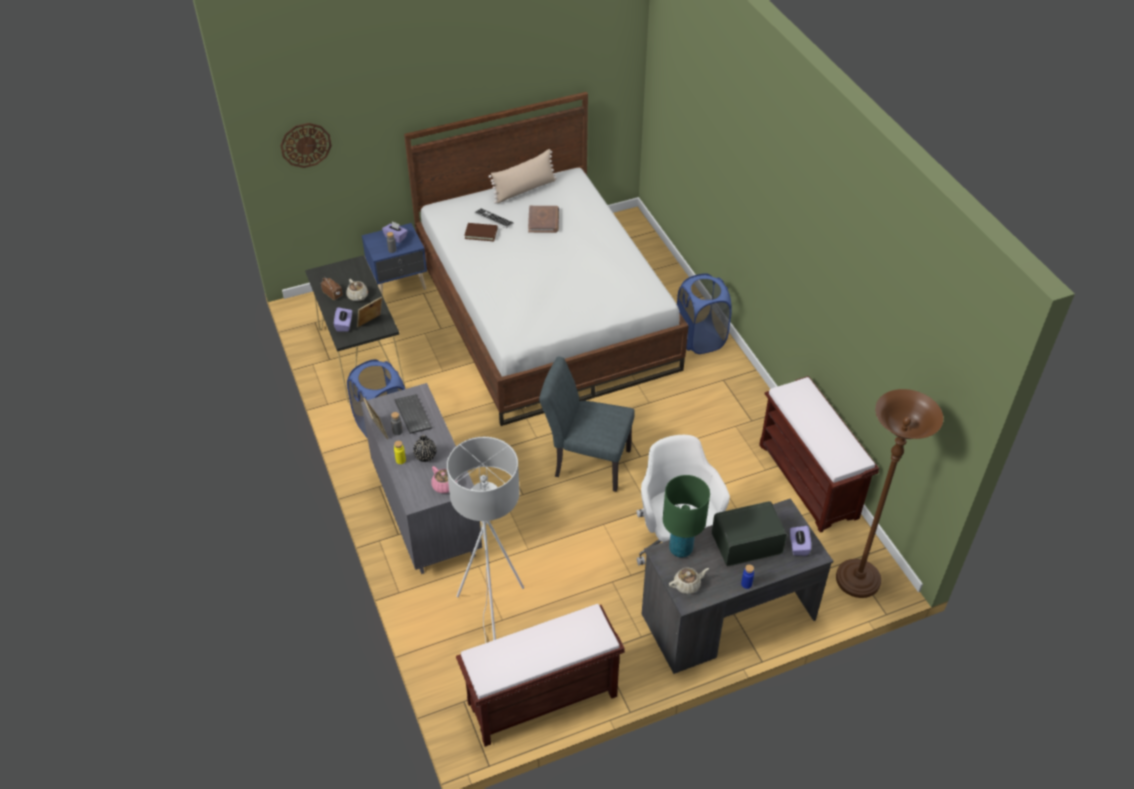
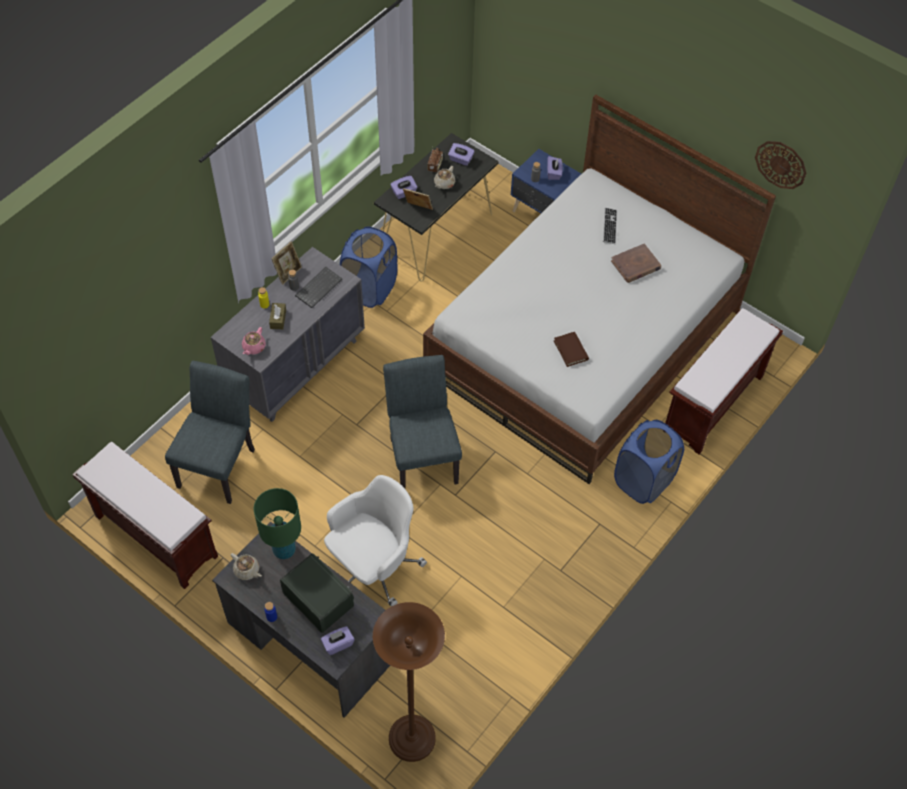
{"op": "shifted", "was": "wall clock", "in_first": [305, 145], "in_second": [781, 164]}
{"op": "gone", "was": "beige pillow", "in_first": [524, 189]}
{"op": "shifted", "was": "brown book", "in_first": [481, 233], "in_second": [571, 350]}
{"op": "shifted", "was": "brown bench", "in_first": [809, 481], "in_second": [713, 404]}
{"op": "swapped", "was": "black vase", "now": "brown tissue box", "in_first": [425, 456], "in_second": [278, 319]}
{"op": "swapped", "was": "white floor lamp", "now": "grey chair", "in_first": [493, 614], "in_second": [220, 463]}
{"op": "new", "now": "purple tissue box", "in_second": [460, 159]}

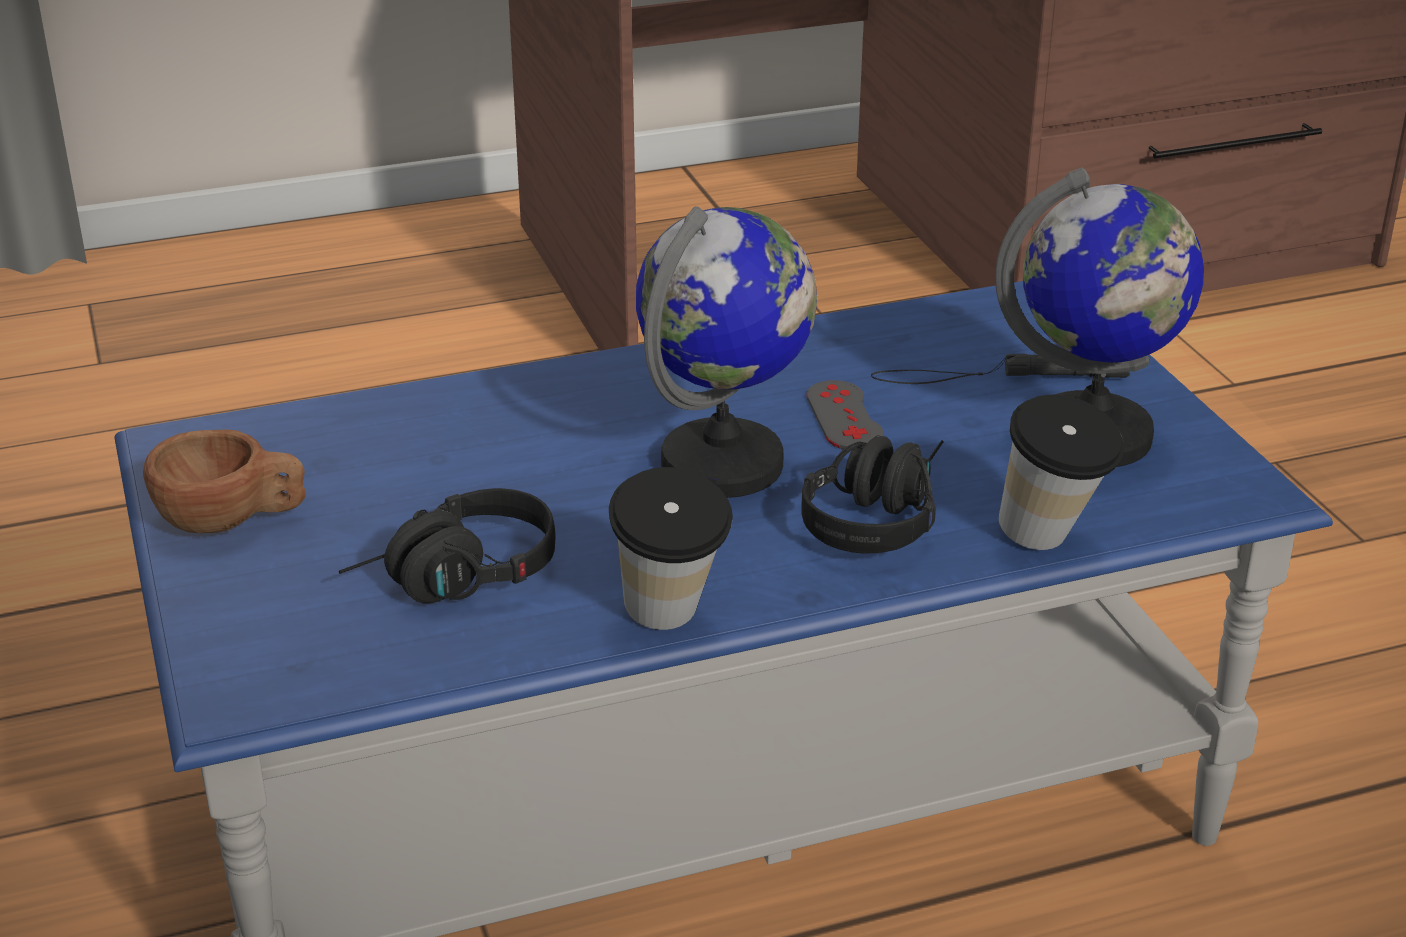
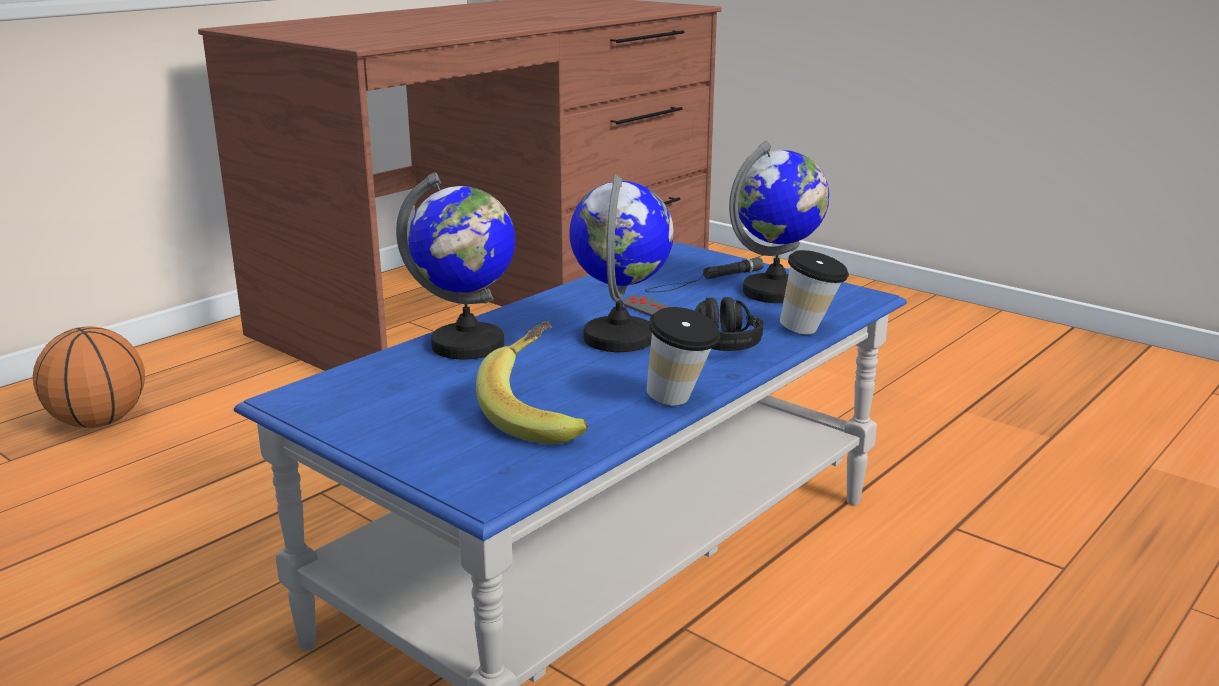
{"op": "gone", "was": "brown cup", "in_first": [232, 521]}
{"op": "swapped", "was": "black headphones", "now": "banana", "in_first": [454, 581], "in_second": [543, 414]}
{"op": "new", "now": "globe", "in_second": [468, 345]}
{"op": "new", "now": "basketball", "in_second": [98, 422]}

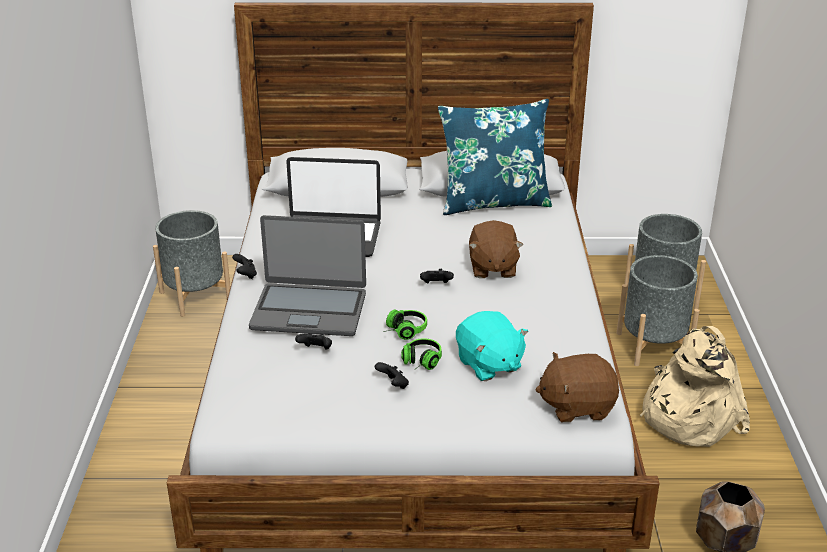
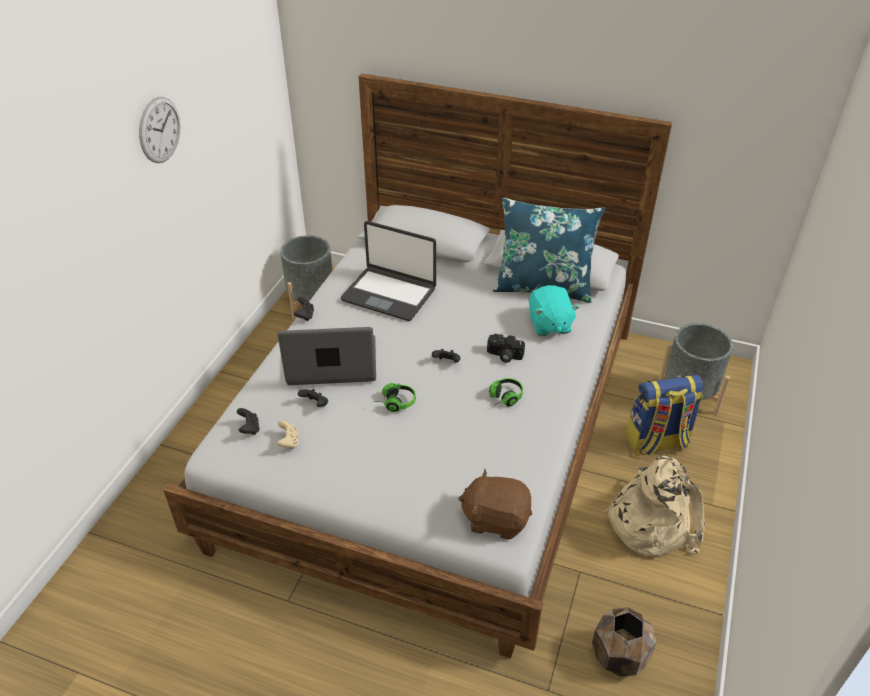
{"op": "rotated", "was": "laptop", "in_first": [309, 310], "in_second": [332, 363], "clockwise": 150}
{"op": "swapped", "was": "brown plush toy", "now": "photo camera", "in_first": [492, 268], "in_second": [504, 356]}
{"op": "swapped", "was": "grey planter", "now": "backpack", "in_first": [653, 346], "in_second": [656, 442]}
{"op": "shifted", "was": "turquoise plush toy", "in_first": [488, 364], "in_second": [549, 324]}
{"op": "shifted", "was": "headphones", "in_first": [420, 363], "in_second": [503, 398]}
{"op": "shifted", "was": "black game controller", "in_first": [393, 385], "in_second": [249, 429]}
{"op": "new", "now": "wall clock", "in_second": [160, 130]}
{"op": "new", "now": "beige game controller", "in_second": [289, 442]}

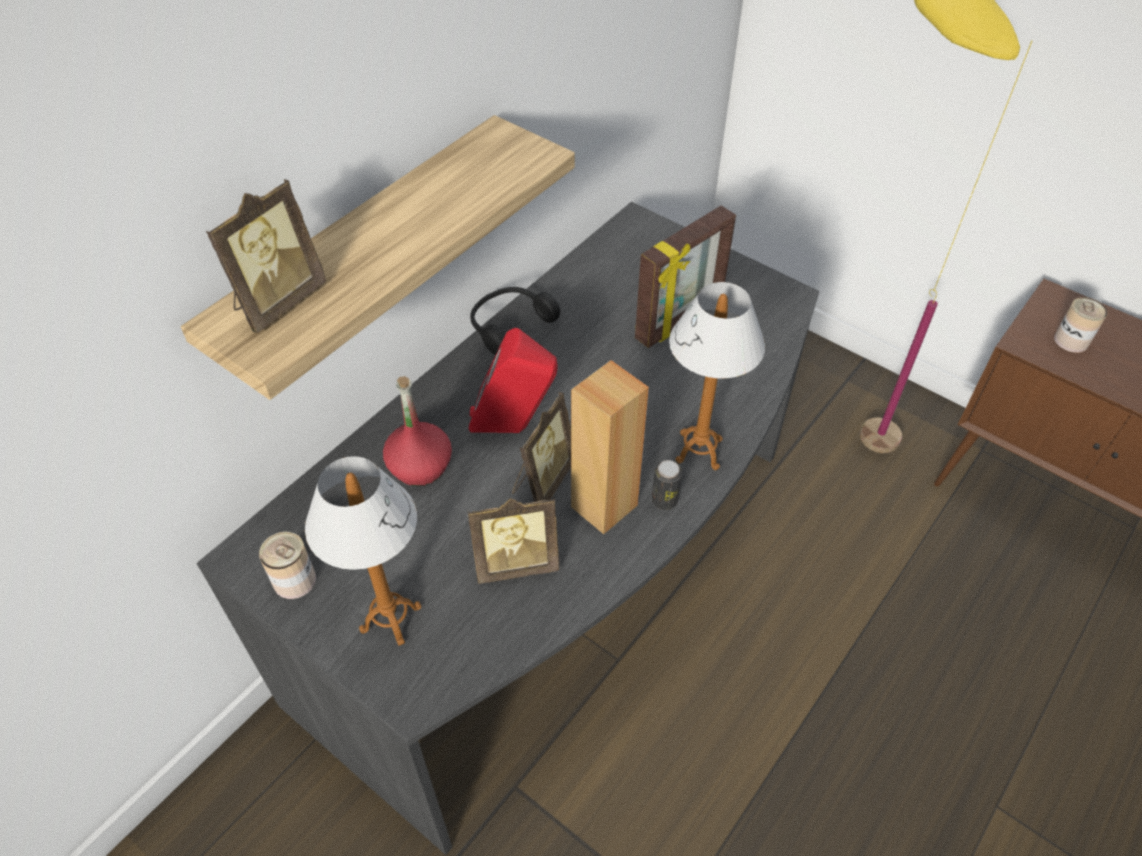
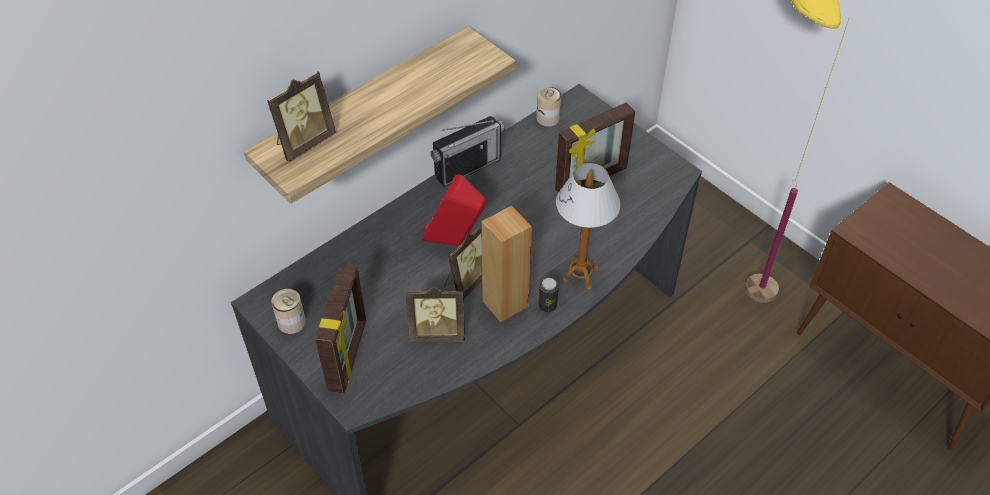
{"op": "swapped", "was": "black headphones", "now": "radio", "in_first": [509, 325], "in_second": [467, 168]}
{"op": "shifted", "was": "can", "in_first": [1071, 340], "in_second": [548, 118]}
{"op": "gone", "was": "red bottle", "in_first": [420, 466]}
{"op": "swapped", "was": "table lamp", "now": "picture frame", "in_first": [390, 618], "in_second": [349, 355]}

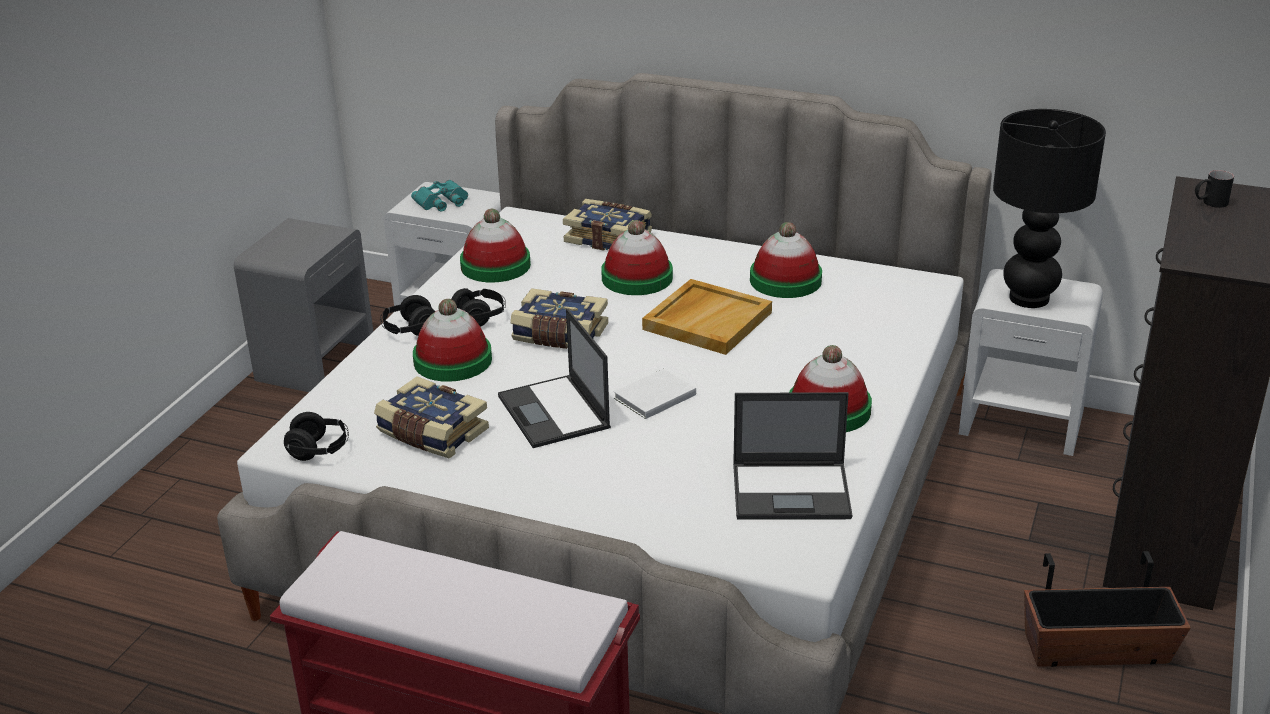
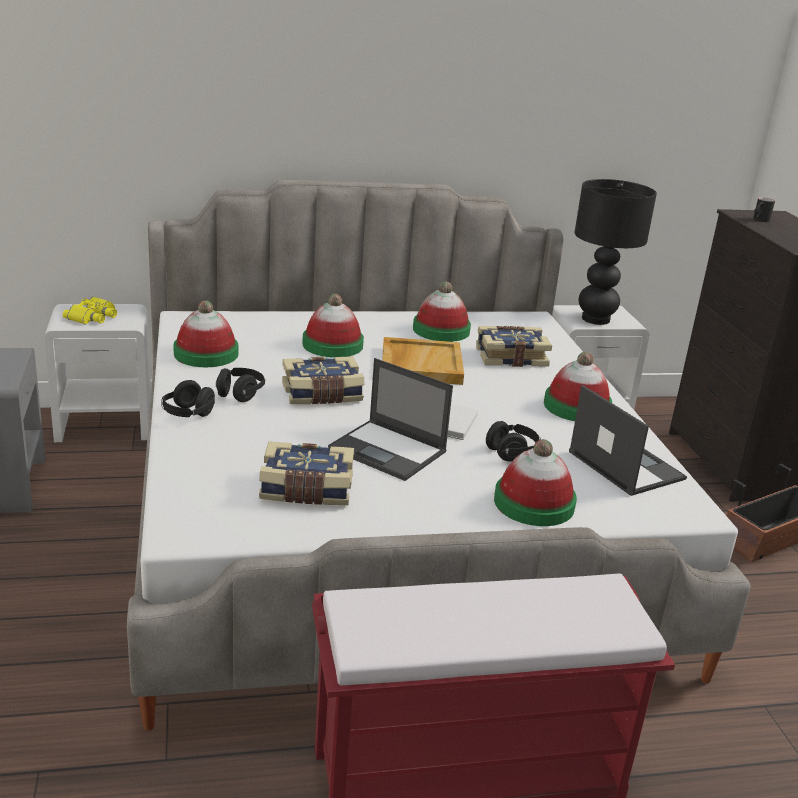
{"op": "repainted", "was": "turquoise binoculars", "now": "yellow binoculars", "in_first": [442, 202], "in_second": [93, 316]}
{"op": "shifted", "was": "book", "in_first": [609, 238], "in_second": [510, 357]}
{"op": "shifted", "was": "hat", "in_first": [453, 360], "in_second": [534, 503]}
{"op": "rotated", "was": "laptop", "in_first": [792, 491], "in_second": [624, 465], "clockwise": -90}
{"op": "shifted", "was": "black headphones", "in_first": [319, 451], "in_second": [512, 452]}

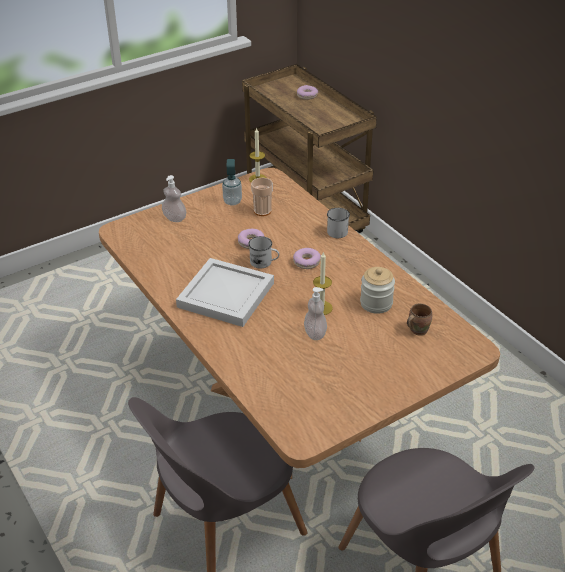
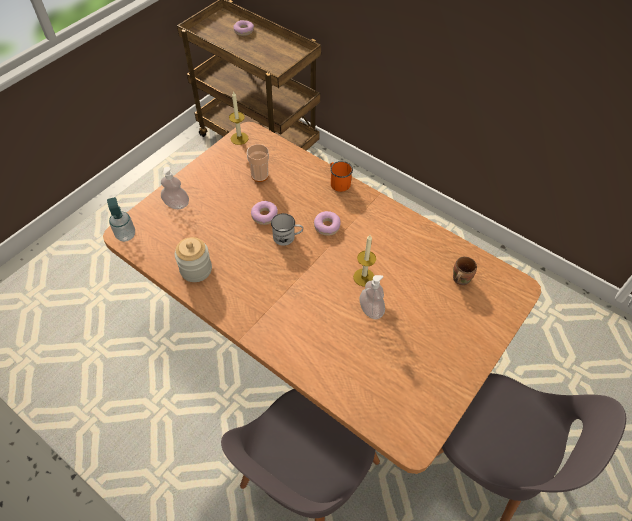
{"op": "shifted", "was": "soap dispenser", "in_first": [232, 201], "in_second": [126, 235]}
{"op": "repainted", "was": "white mug", "now": "orange mug", "in_first": [336, 230], "in_second": [338, 182]}
{"op": "gone", "was": "white tray", "in_first": [225, 294]}
{"op": "shifted", "was": "jar", "in_first": [376, 303], "in_second": [196, 269]}

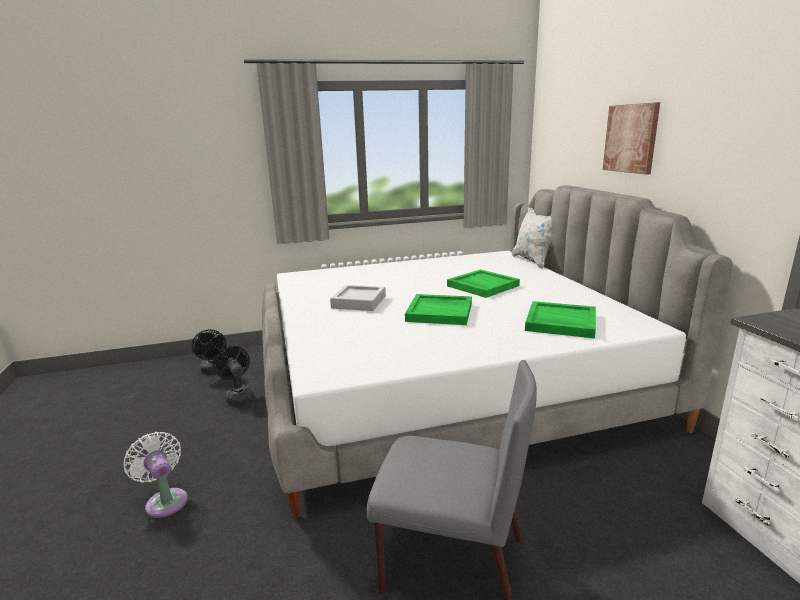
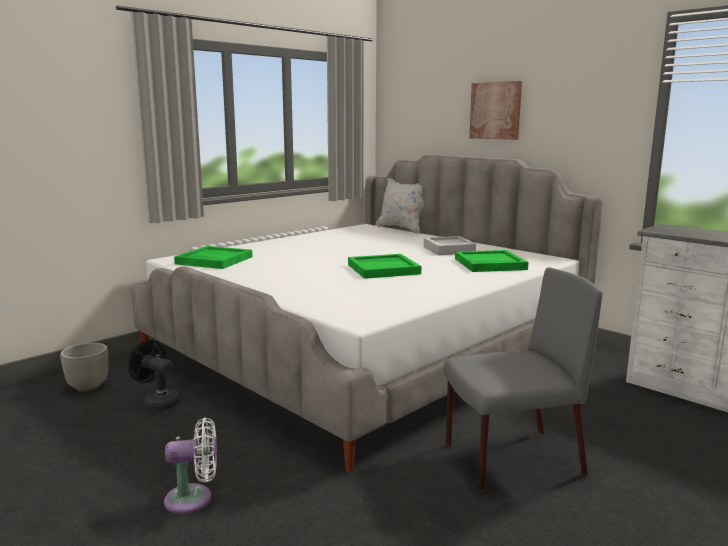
{"op": "shifted", "was": "green tray", "in_first": [482, 286], "in_second": [213, 260]}
{"op": "shifted", "was": "grey tray", "in_first": [359, 302], "in_second": [449, 250]}
{"op": "swapped", "was": "black fan", "now": "grey planter", "in_first": [213, 370], "in_second": [88, 387]}
{"op": "rotated", "was": "white fan", "in_first": [165, 500], "in_second": [194, 499], "clockwise": 150}

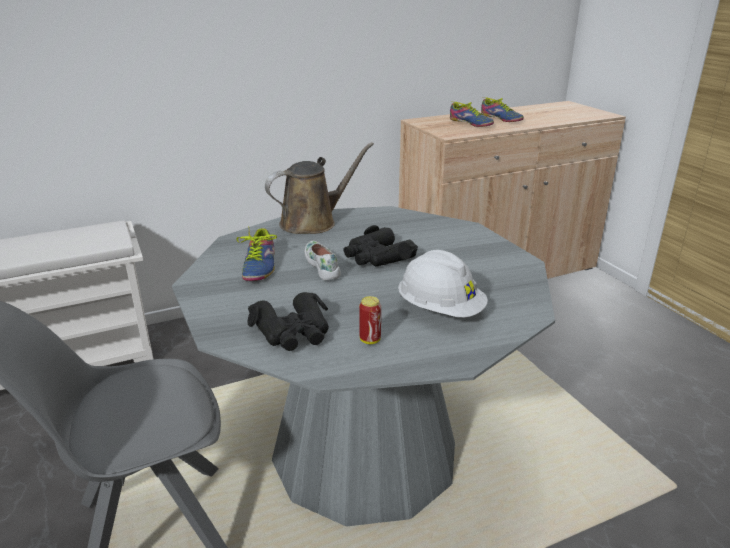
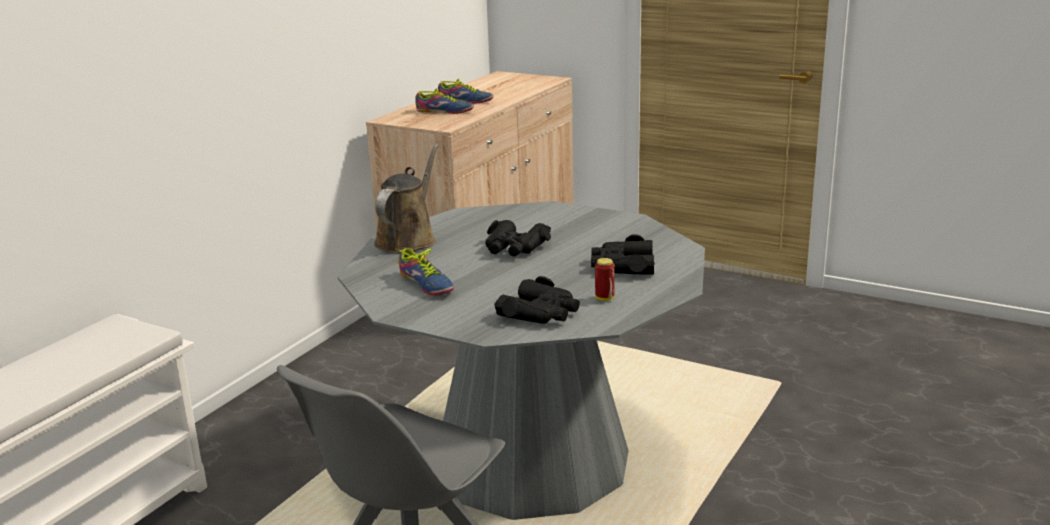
{"op": "gone", "was": "white shoe", "in_first": [323, 265]}
{"op": "swapped", "was": "white hard hat", "now": "black binoculars", "in_first": [440, 310], "in_second": [623, 266]}

